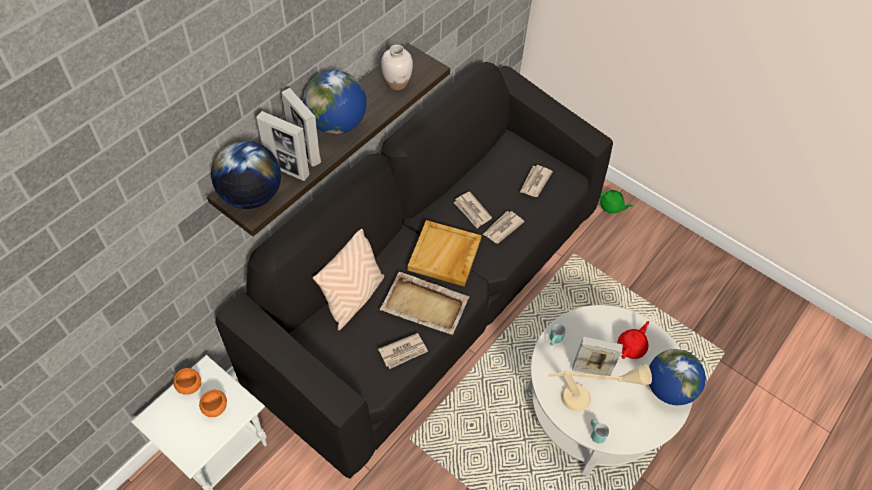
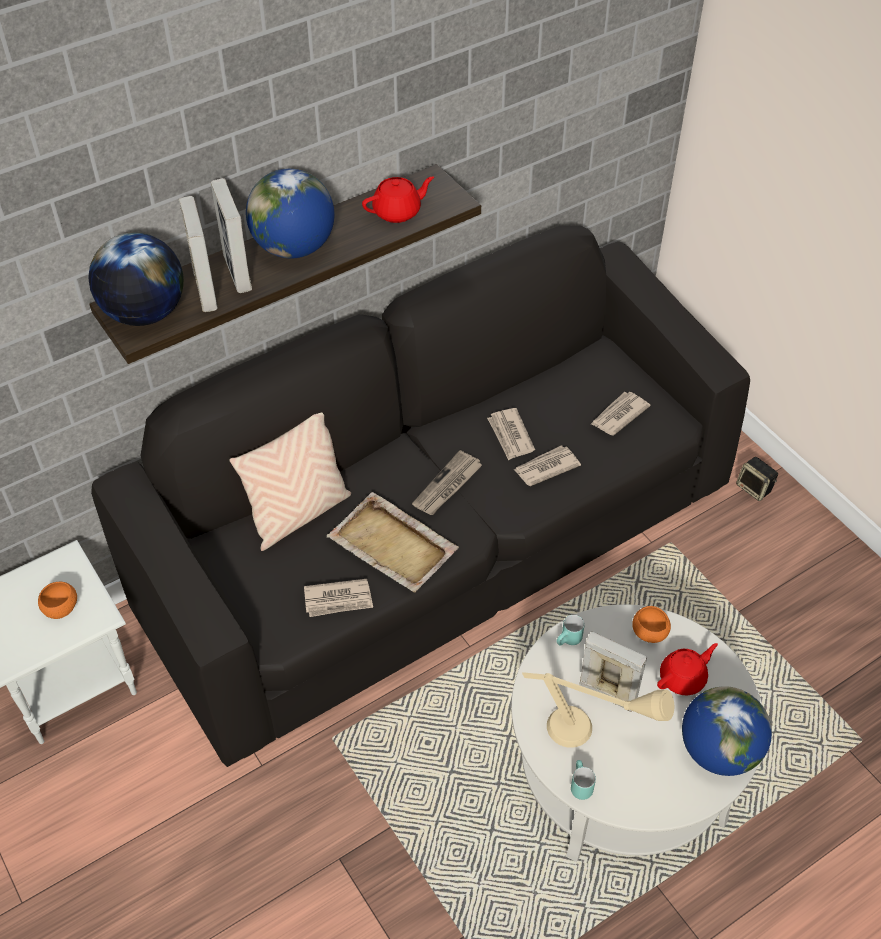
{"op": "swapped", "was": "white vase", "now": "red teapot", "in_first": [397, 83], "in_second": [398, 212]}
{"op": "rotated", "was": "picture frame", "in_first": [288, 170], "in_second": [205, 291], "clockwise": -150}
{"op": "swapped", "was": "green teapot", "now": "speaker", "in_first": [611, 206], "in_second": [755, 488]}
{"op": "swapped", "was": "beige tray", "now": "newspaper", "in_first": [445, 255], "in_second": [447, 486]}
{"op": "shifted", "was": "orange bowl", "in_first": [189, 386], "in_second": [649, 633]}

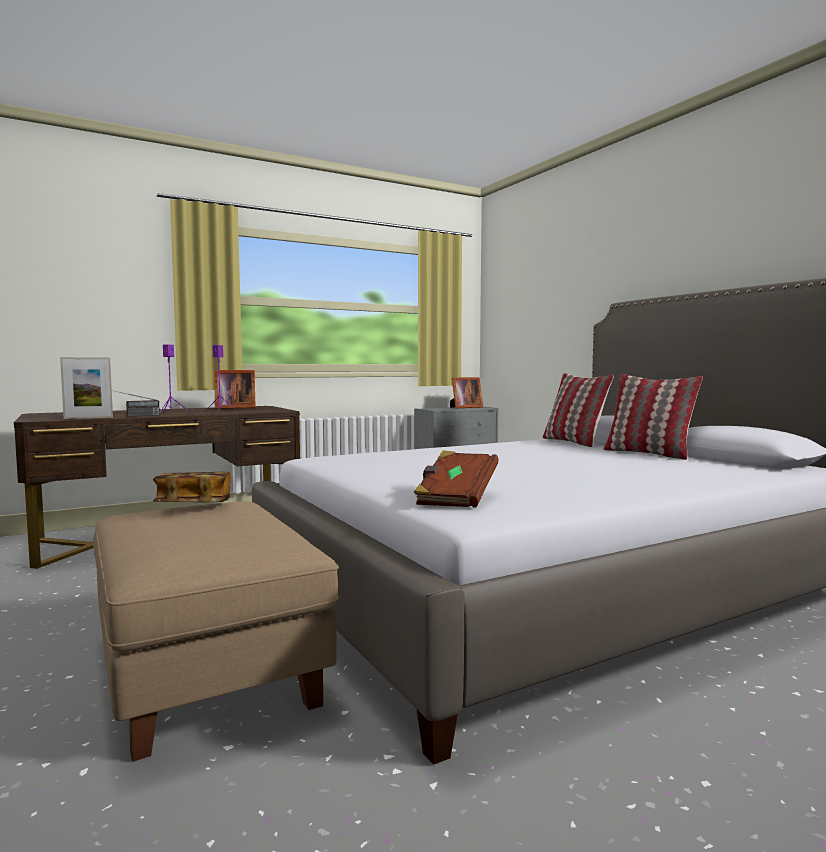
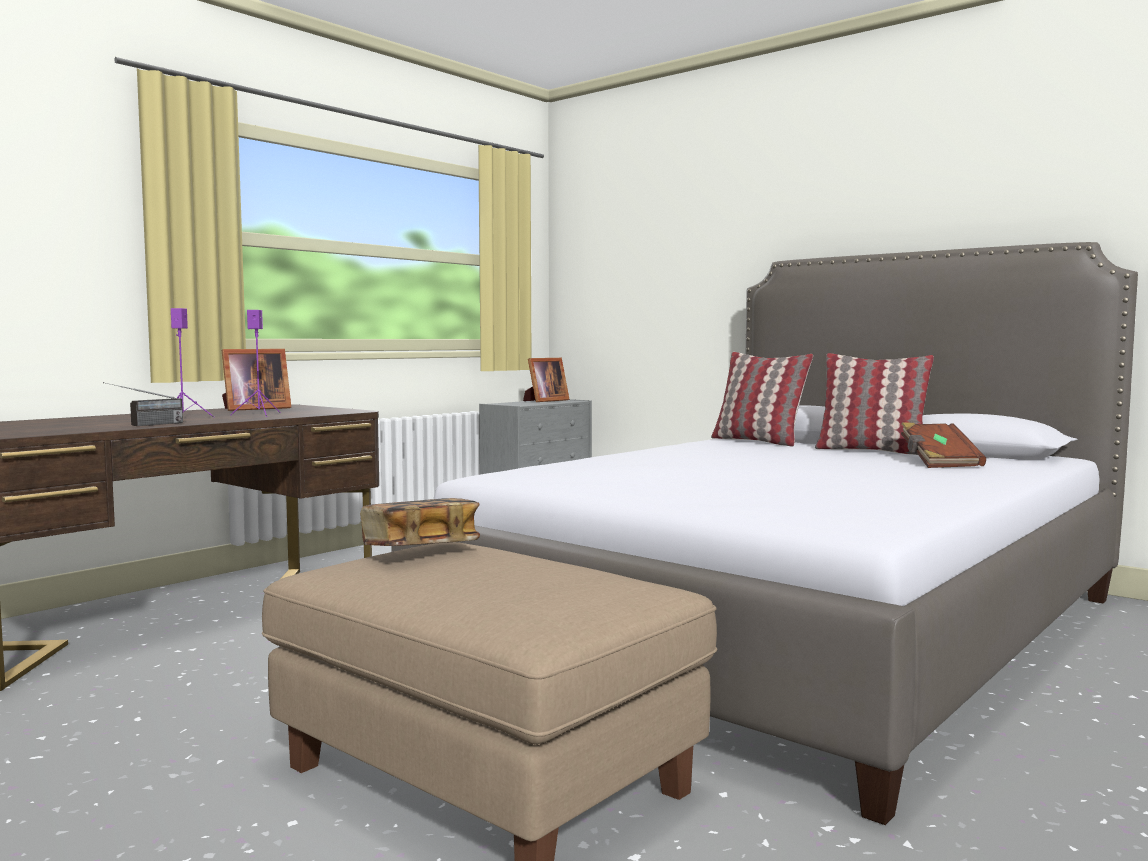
{"op": "gone", "was": "picture frame", "in_first": [88, 418]}
{"op": "shifted", "was": "brown book", "in_first": [455, 498], "in_second": [938, 463]}

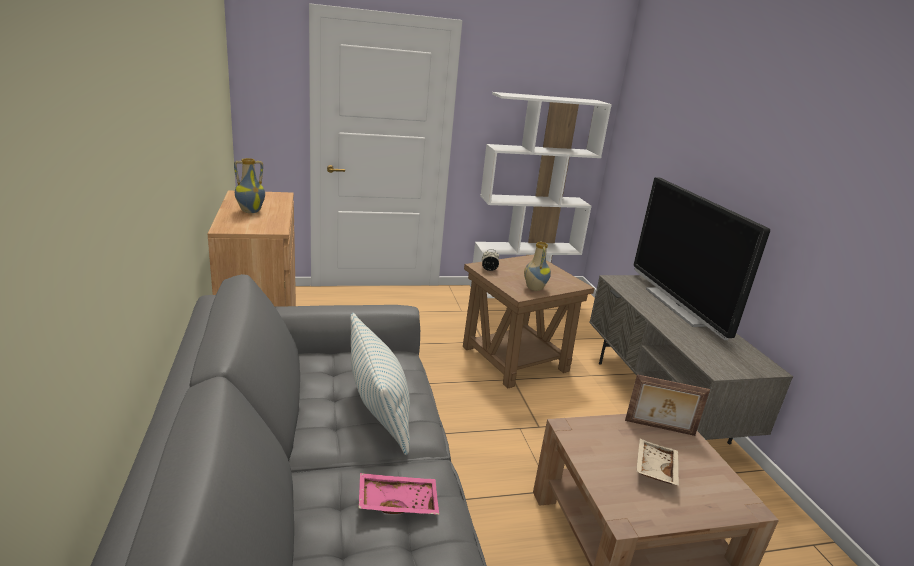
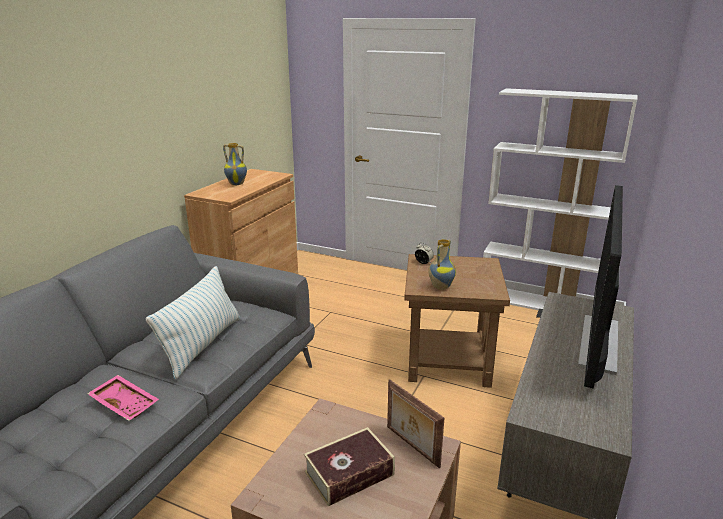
{"op": "swapped", "was": "beige tray", "now": "book", "in_first": [654, 468], "in_second": [349, 473]}

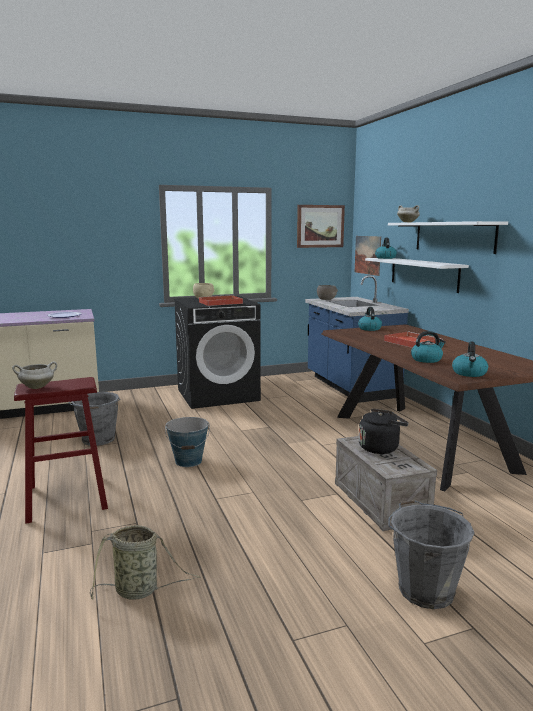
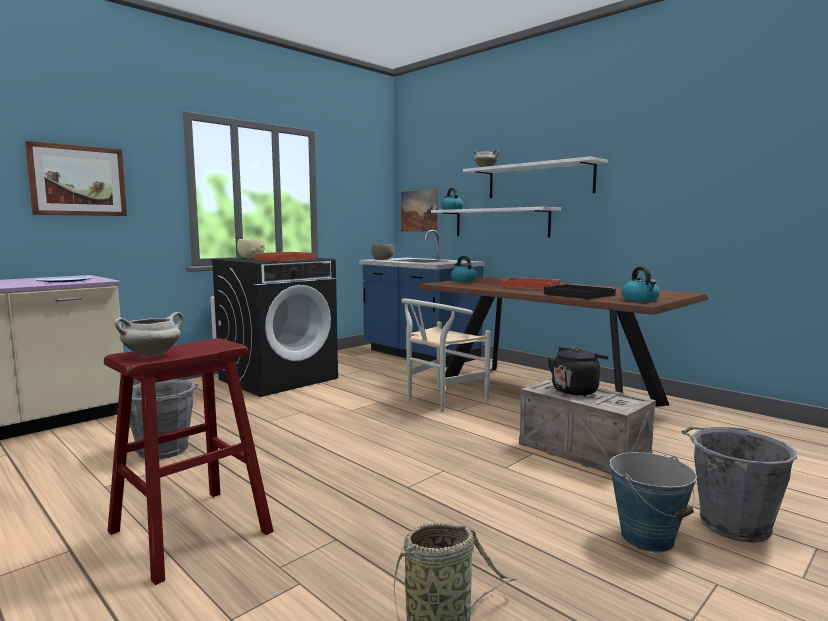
{"op": "shifted", "was": "picture", "in_first": [320, 226], "in_second": [78, 181]}
{"op": "swapped", "was": "kettle", "now": "black tray", "in_first": [426, 359], "in_second": [577, 295]}
{"op": "shifted", "was": "bucket", "in_first": [188, 461], "in_second": [647, 537]}
{"op": "new", "now": "white chair", "in_second": [440, 401]}

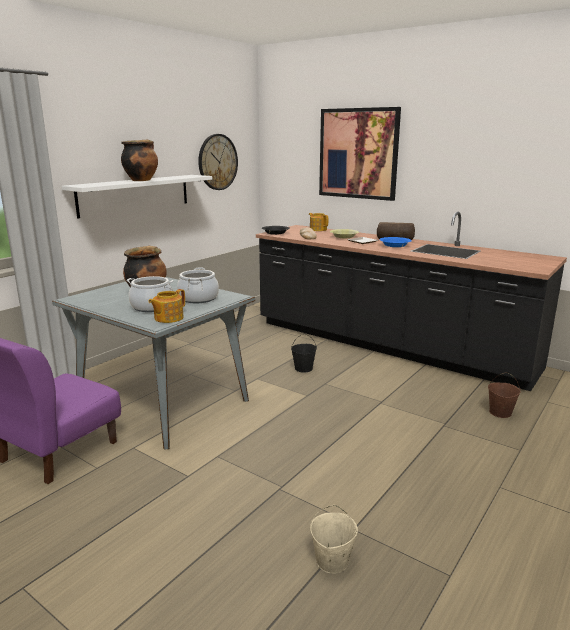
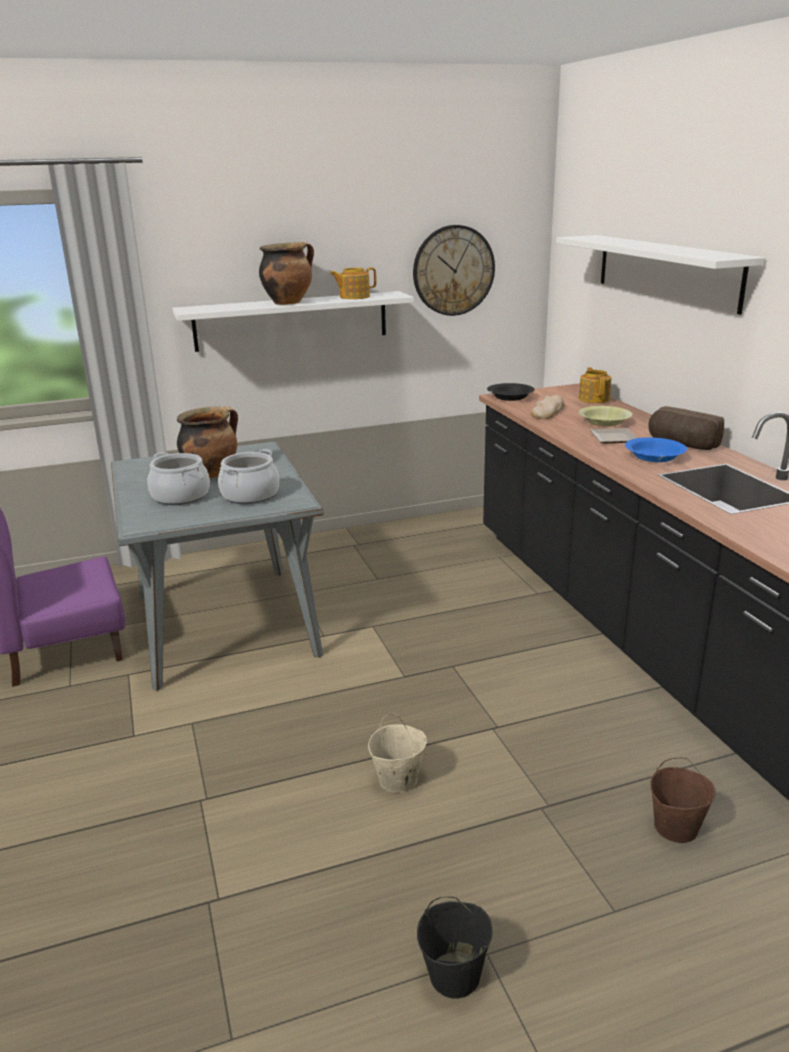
{"op": "swapped", "was": "picture", "now": "white shelf", "in_first": [358, 153], "in_second": [666, 271]}
{"op": "shifted", "was": "teapot", "in_first": [168, 318], "in_second": [354, 297]}
{"op": "shifted", "was": "black bucket", "in_first": [303, 368], "in_second": [455, 974]}
{"op": "shifted", "was": "beige bucket", "in_first": [332, 561], "in_second": [397, 780]}

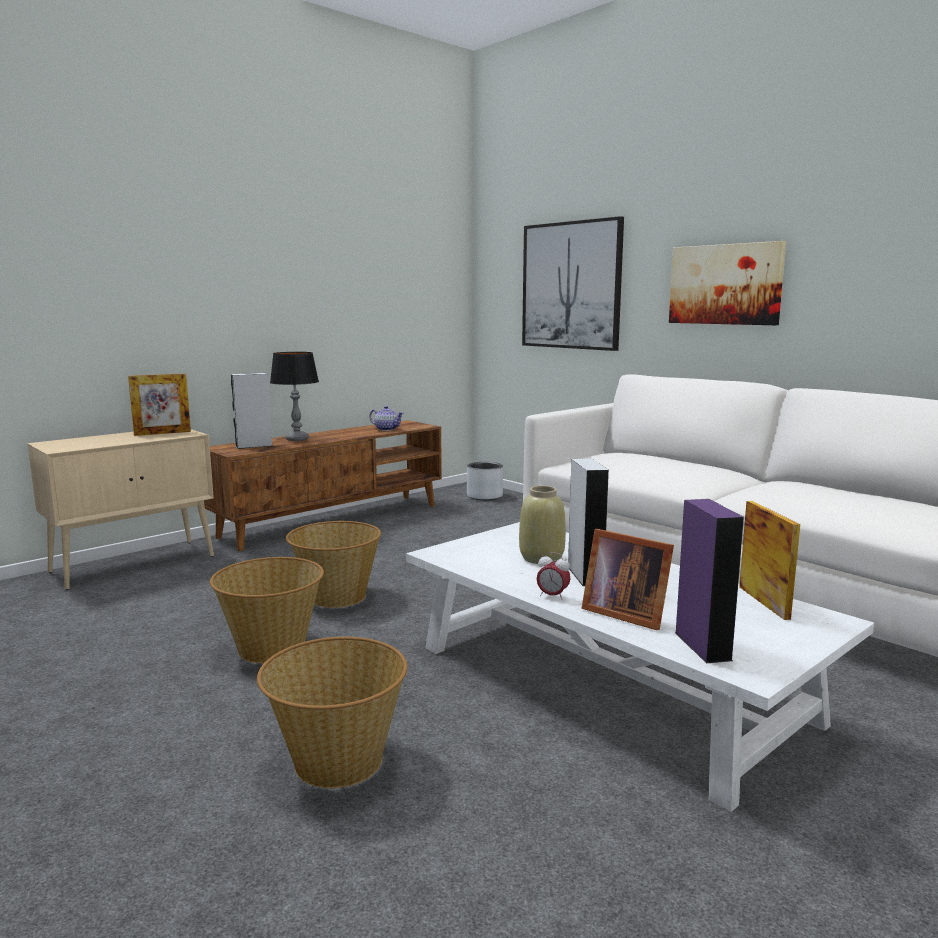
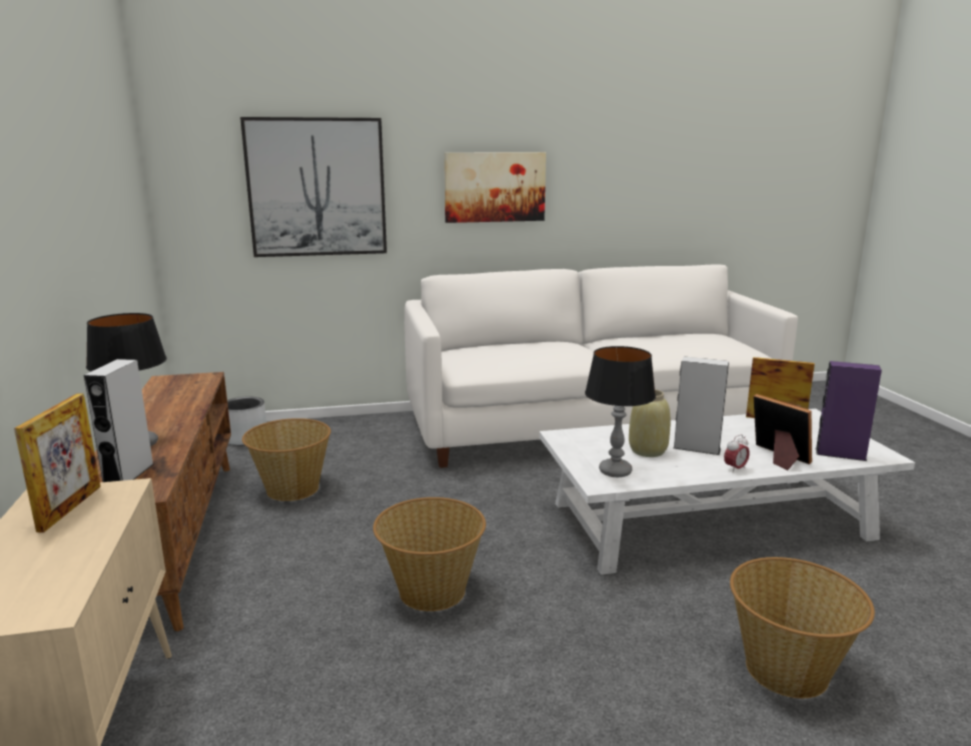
{"op": "gone", "was": "teapot", "in_first": [386, 429]}
{"op": "rotated", "was": "picture frame", "in_first": [624, 613], "in_second": [778, 457], "clockwise": -105}
{"op": "shifted", "was": "basket", "in_first": [272, 647], "in_second": [292, 489]}
{"op": "new", "now": "table lamp", "in_second": [615, 471]}

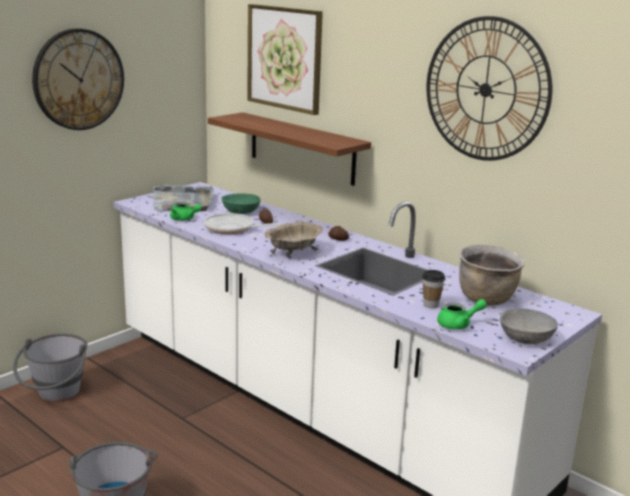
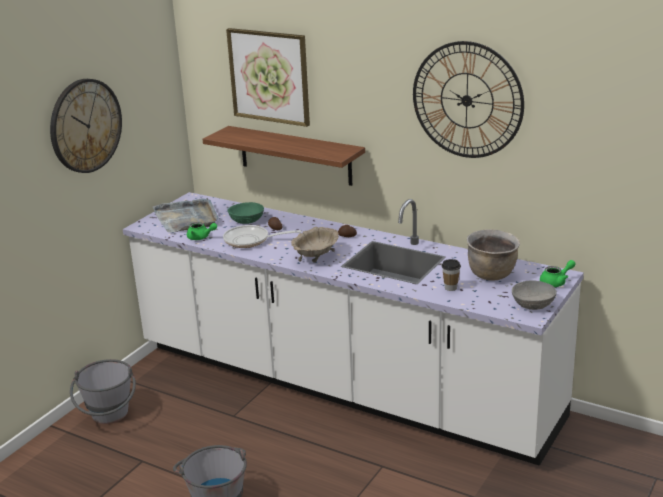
{"op": "shifted", "was": "green teapot", "in_first": [458, 325], "in_second": [556, 282]}

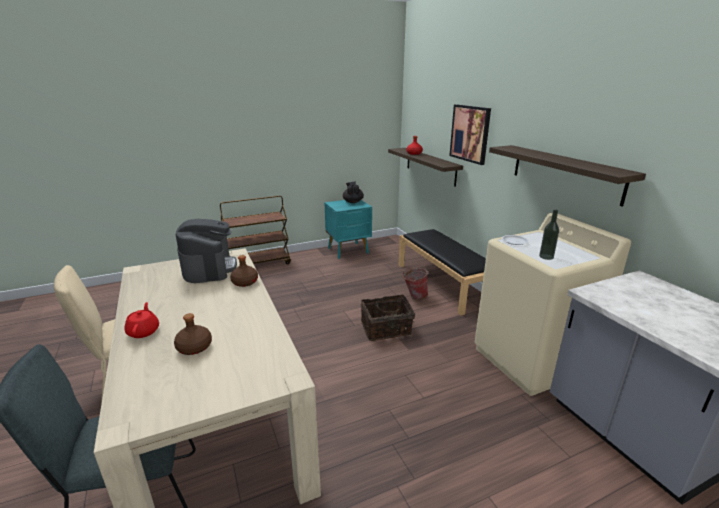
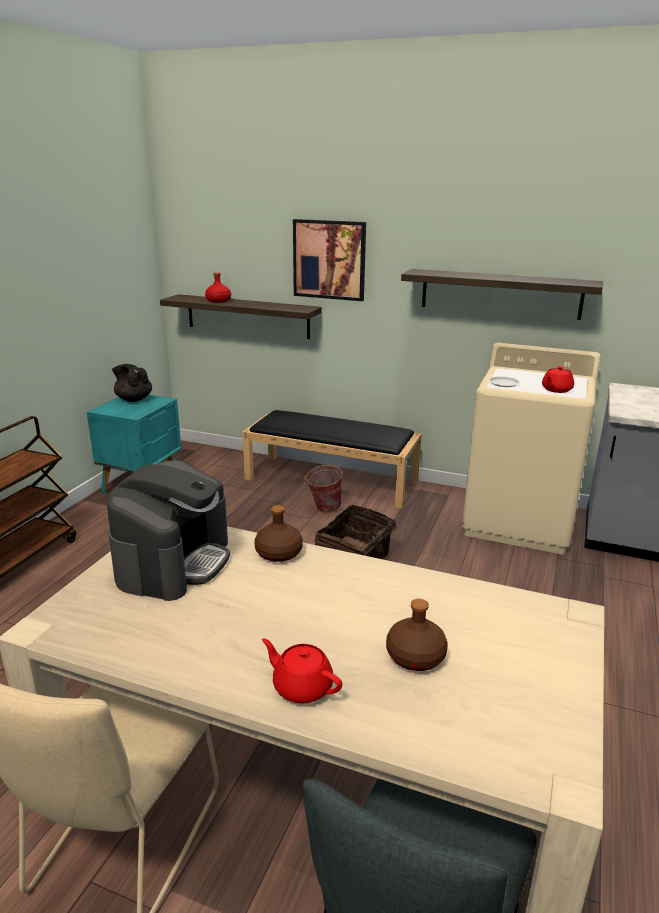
{"op": "swapped", "was": "bottle", "now": "red teapot", "in_first": [546, 257], "in_second": [556, 390]}
{"op": "rotated", "was": "coffee machine", "in_first": [209, 268], "in_second": [174, 561], "clockwise": 75}

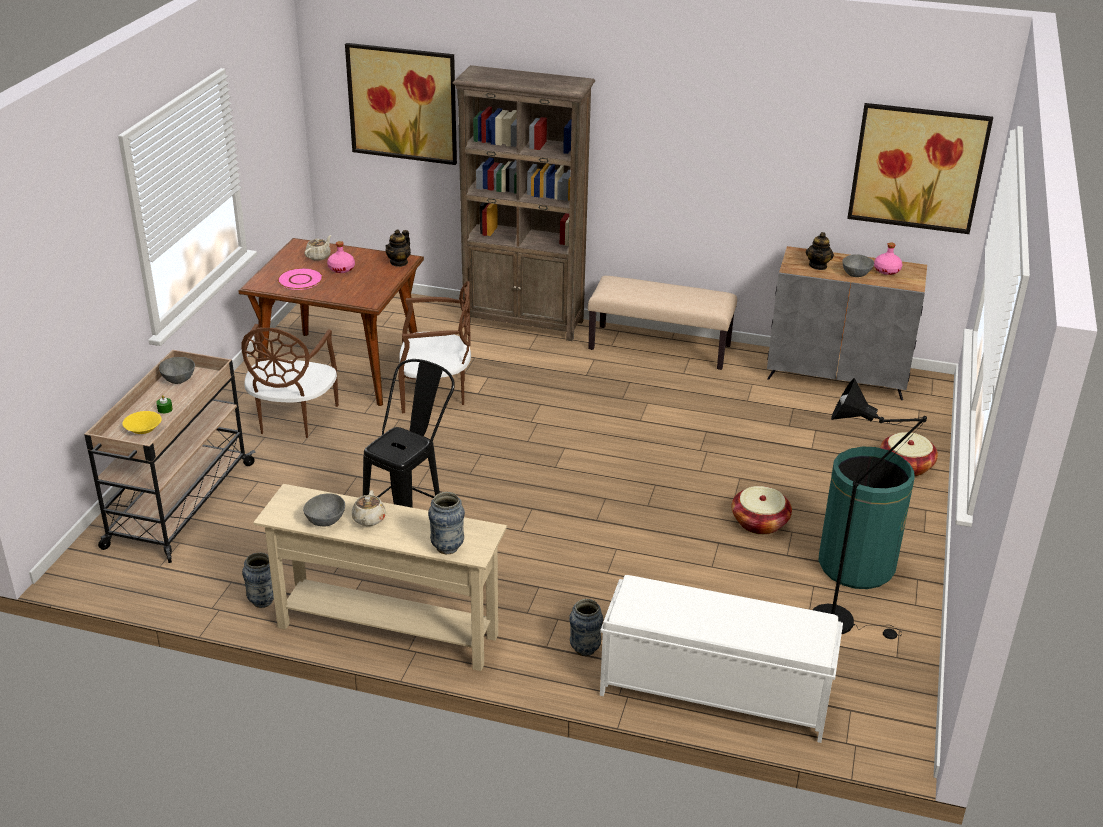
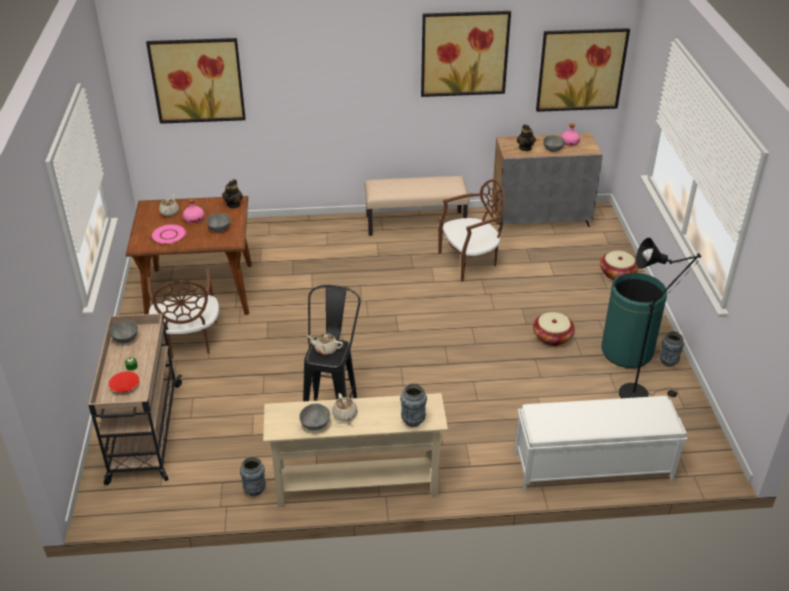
{"op": "gone", "was": "brown bookcase", "in_first": [524, 322]}
{"op": "shifted", "was": "brown chair", "in_first": [435, 393], "in_second": [470, 262]}
{"op": "repainted", "was": "yellow bowl", "now": "red bowl", "in_first": [143, 428], "in_second": [125, 386]}
{"op": "shifted", "was": "vase", "in_first": [585, 649], "in_second": [668, 362]}
{"op": "new", "now": "picture", "in_second": [464, 53]}
{"op": "new", "now": "grey bowl", "in_second": [219, 229]}
{"op": "new", "now": "beige teapot", "in_second": [325, 349]}

